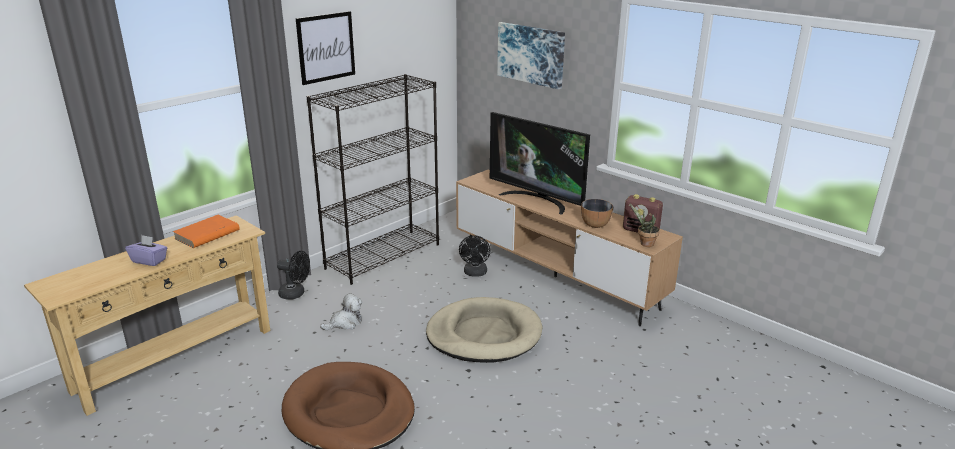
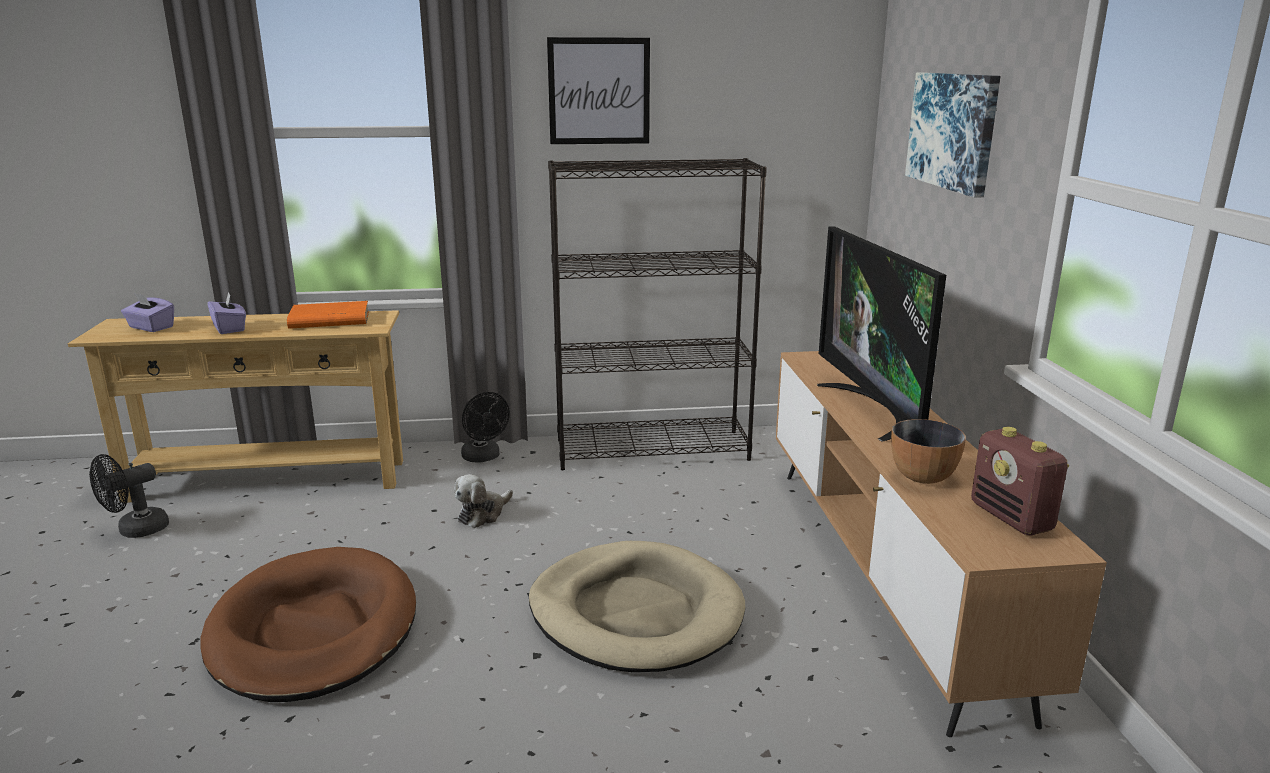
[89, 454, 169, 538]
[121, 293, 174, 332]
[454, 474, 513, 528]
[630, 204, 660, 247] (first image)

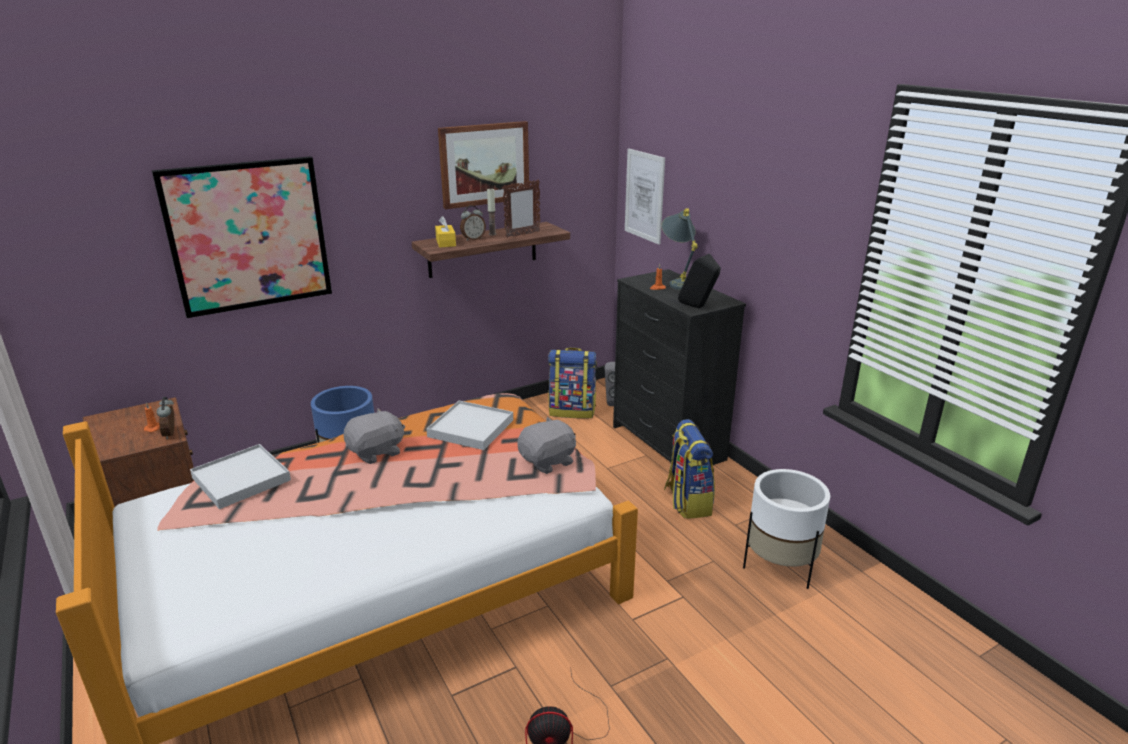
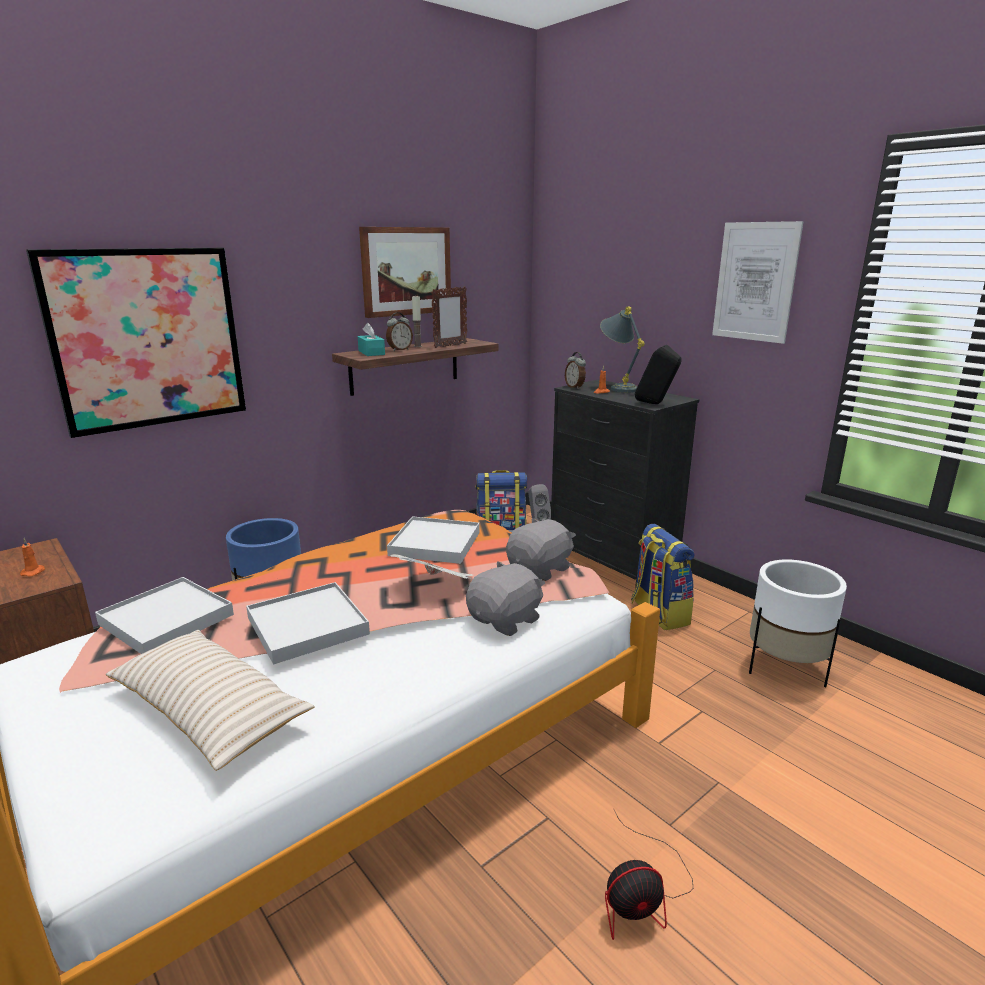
[106, 630, 314, 771]
[246, 582, 370, 665]
[358, 323, 385, 356]
[391, 554, 473, 579]
[466, 561, 545, 636]
[565, 352, 586, 389]
[712, 221, 804, 344]

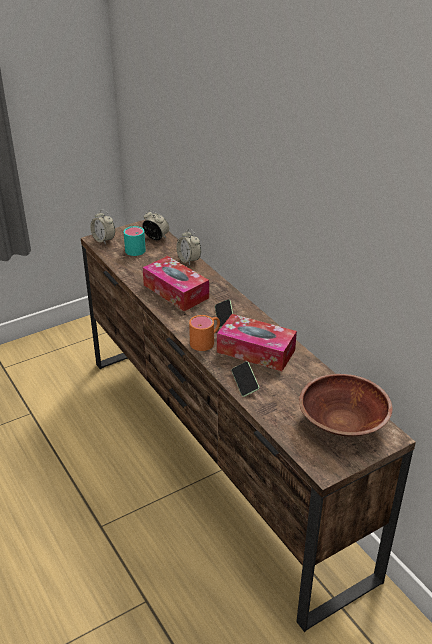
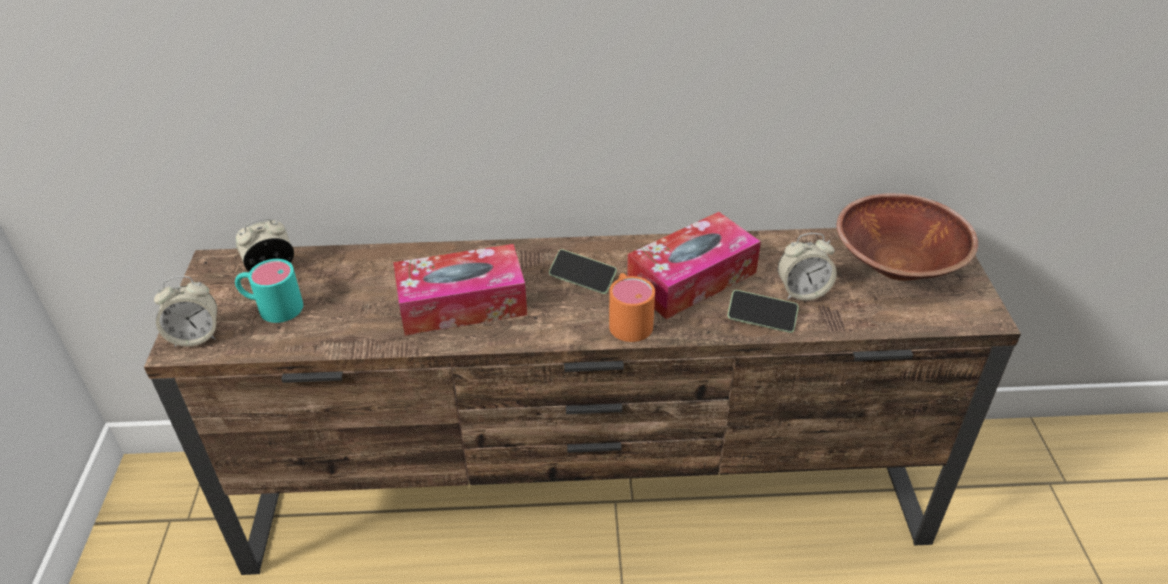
[778, 233, 837, 301]

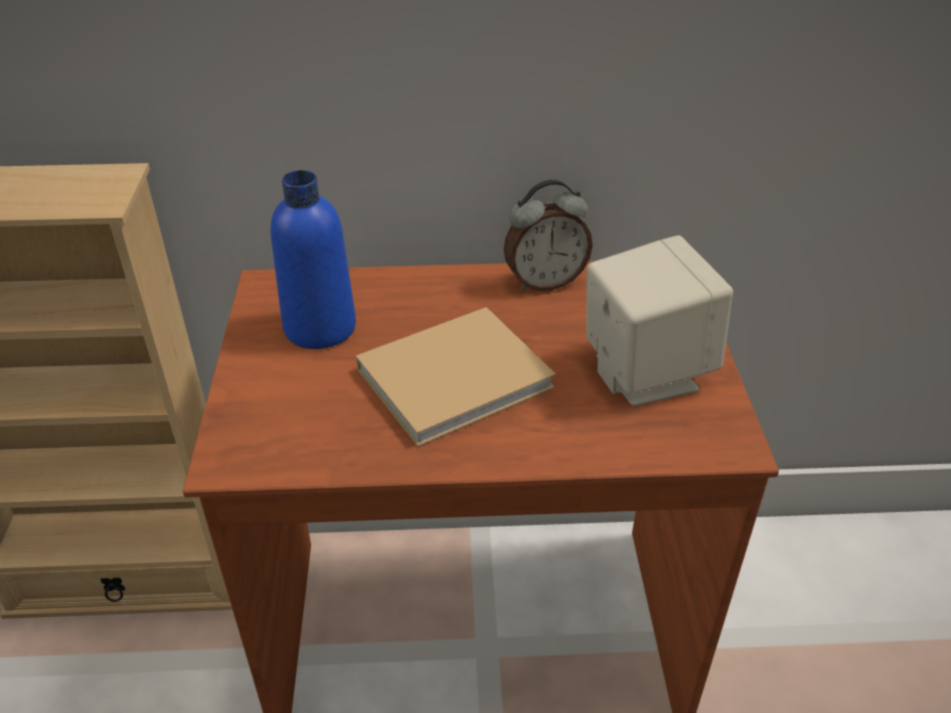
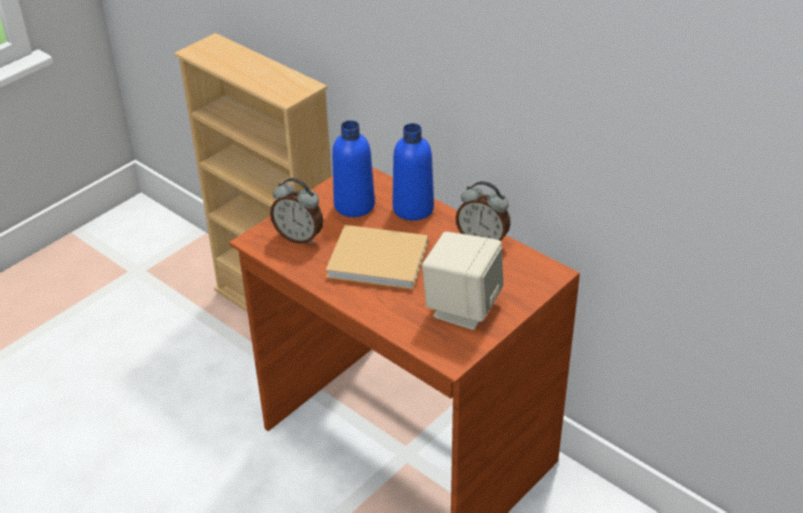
[270, 178, 324, 244]
[393, 123, 434, 221]

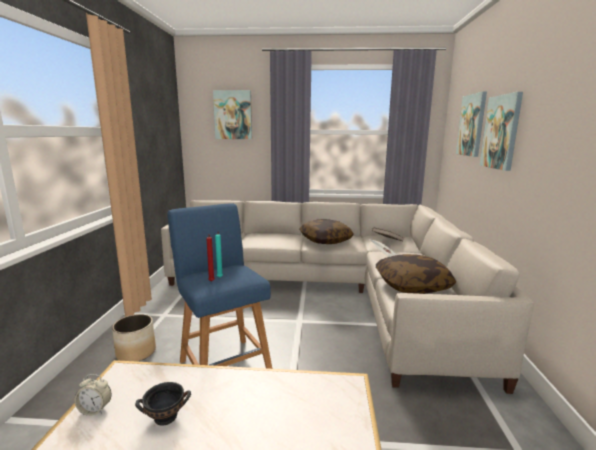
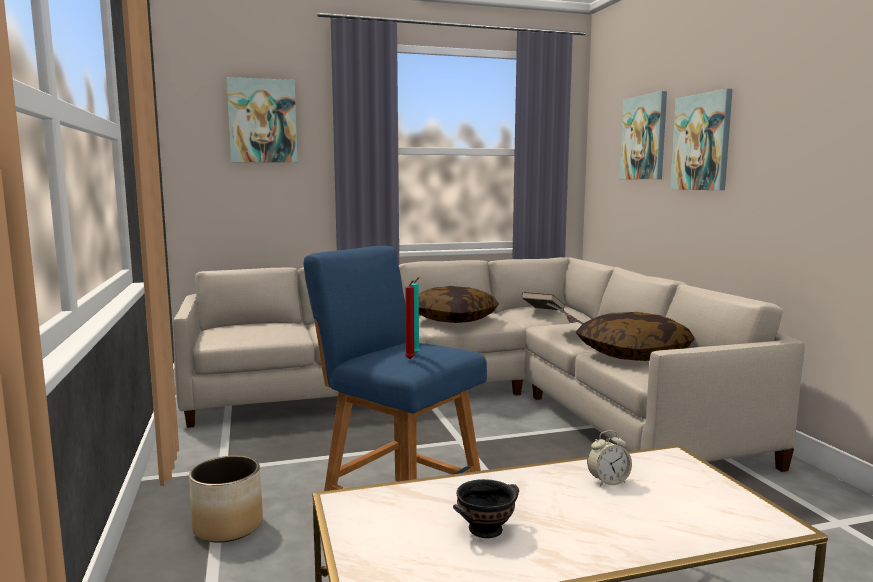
[587, 430, 632, 487]

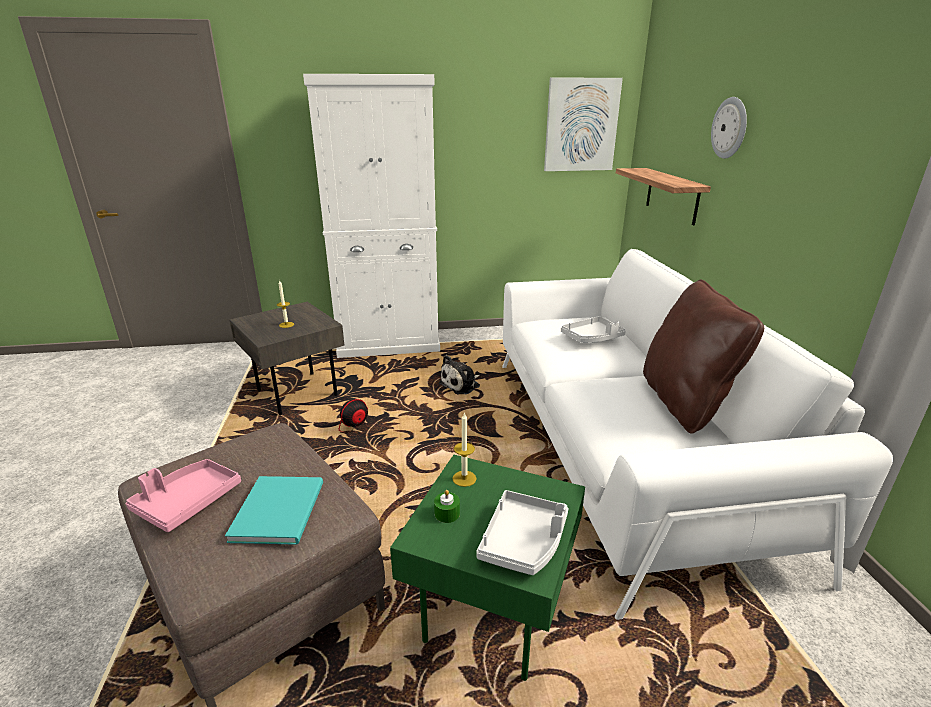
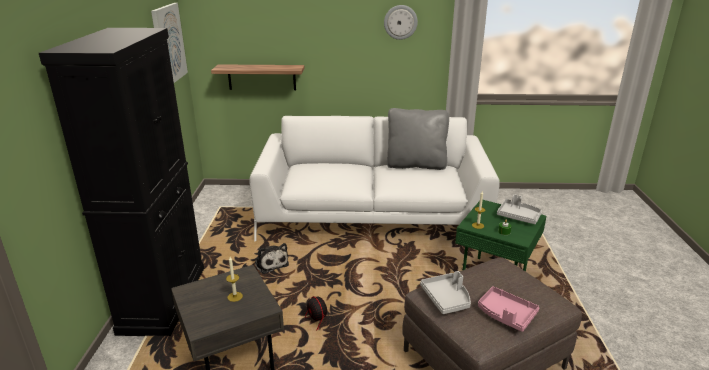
[39, 28, 204, 336]
[384, 5, 418, 40]
[387, 108, 449, 170]
[420, 271, 471, 314]
[225, 476, 323, 545] (first image)

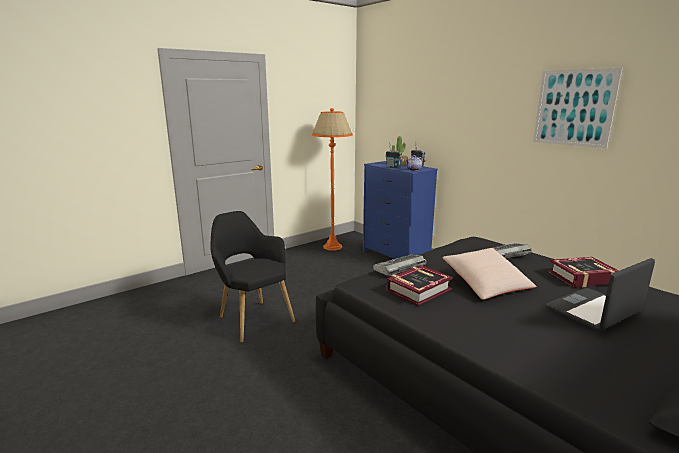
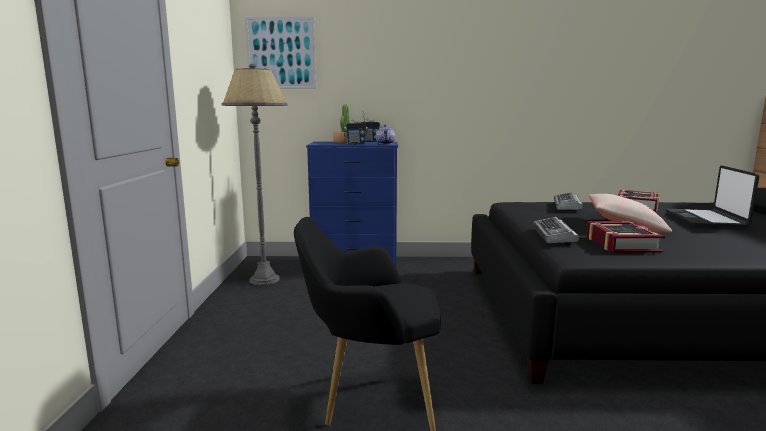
[222, 64, 288, 285]
[245, 17, 316, 89]

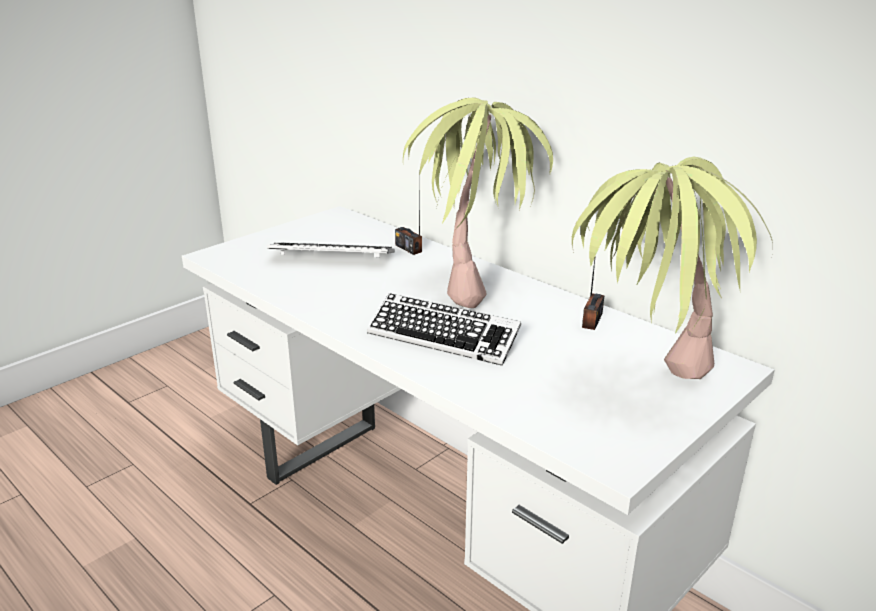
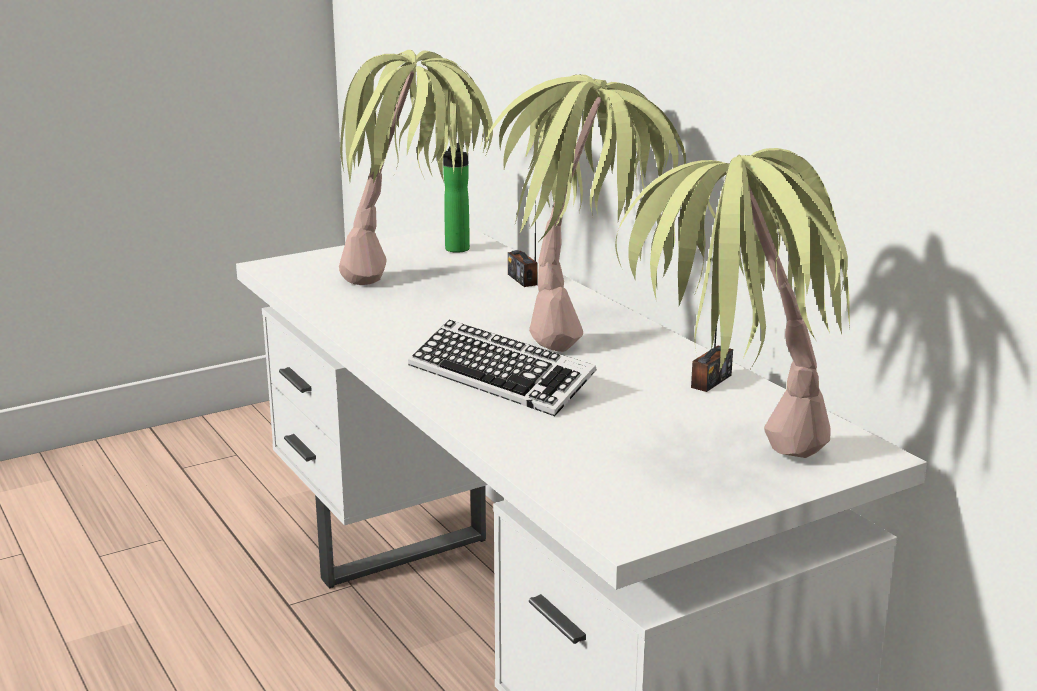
[339, 50, 493, 285]
[443, 143, 470, 253]

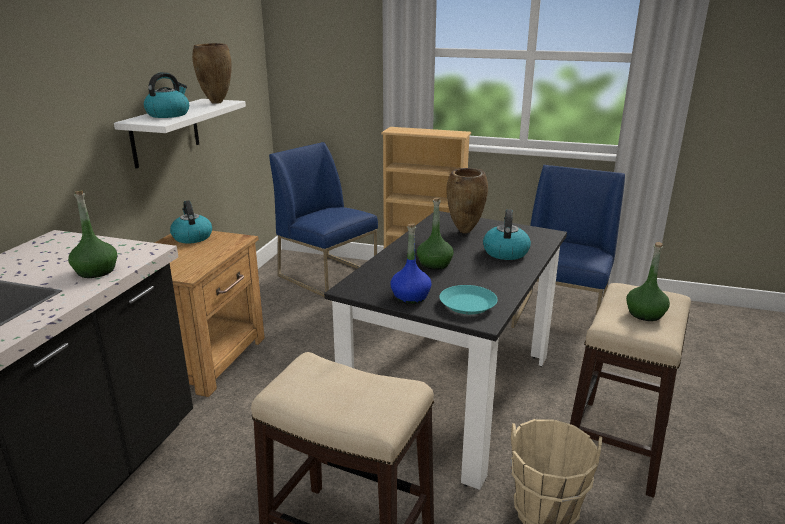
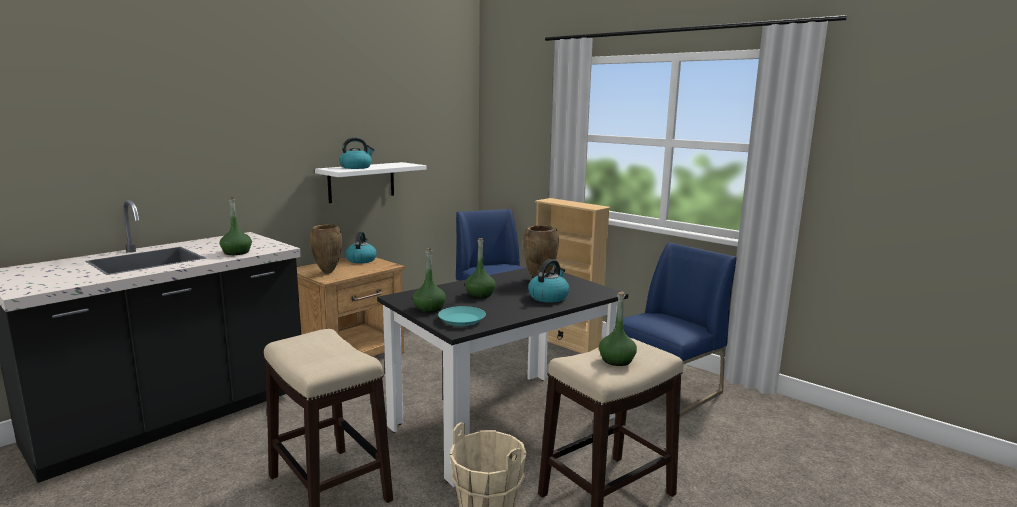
[310, 224, 342, 274]
[413, 248, 446, 313]

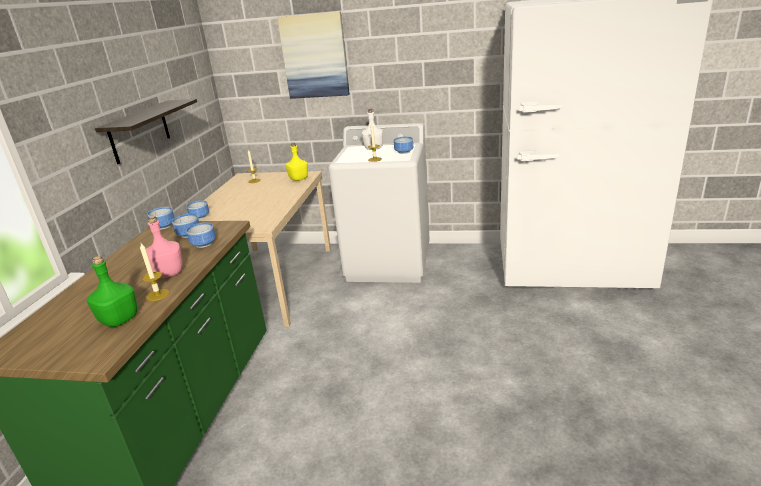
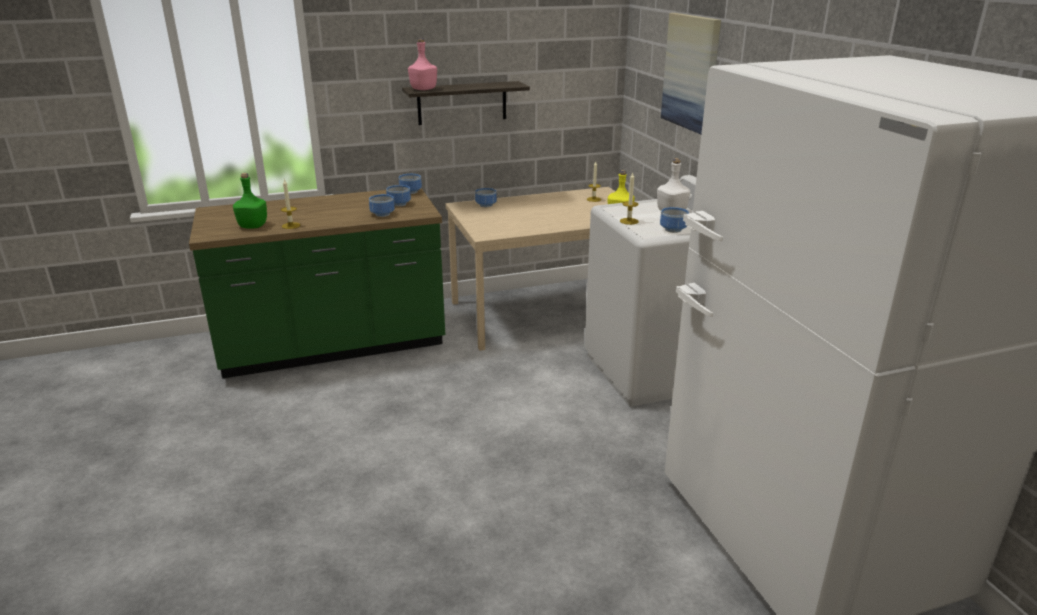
[408, 38, 437, 90]

